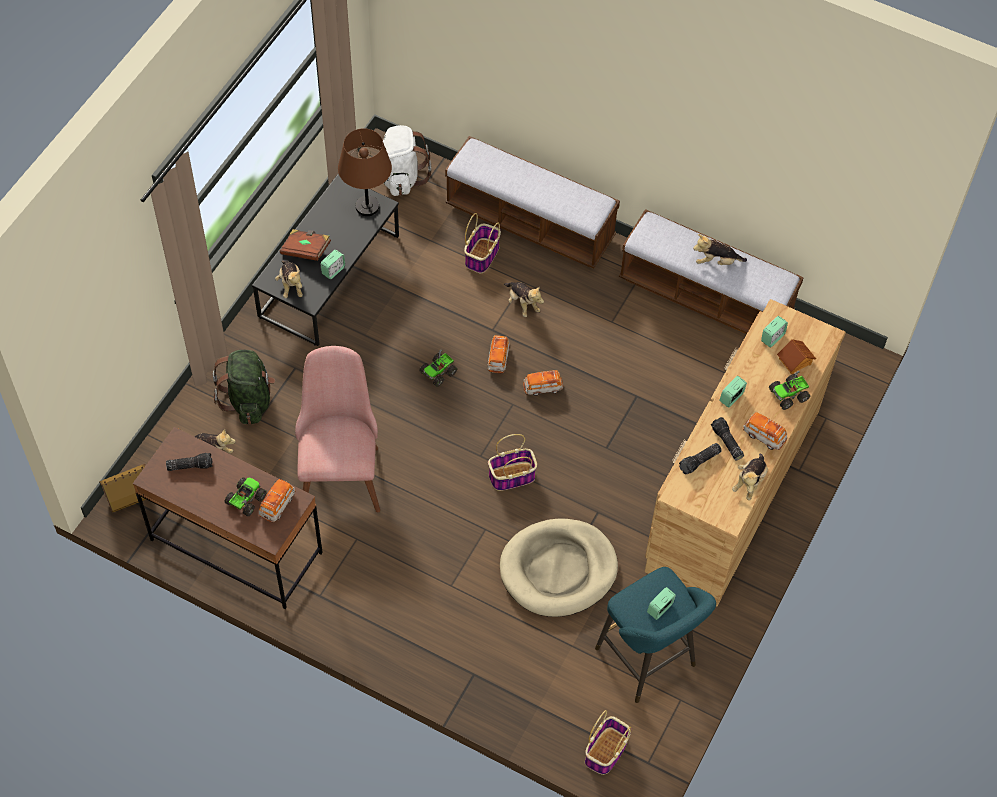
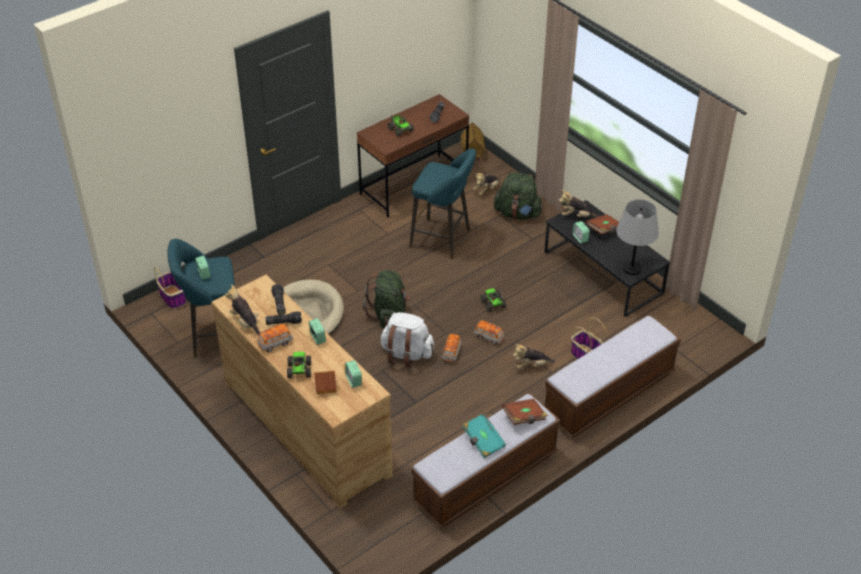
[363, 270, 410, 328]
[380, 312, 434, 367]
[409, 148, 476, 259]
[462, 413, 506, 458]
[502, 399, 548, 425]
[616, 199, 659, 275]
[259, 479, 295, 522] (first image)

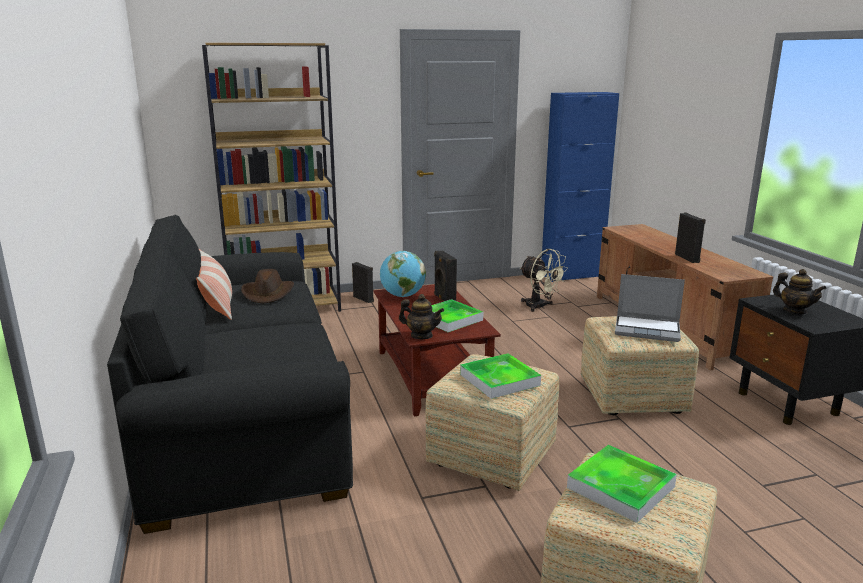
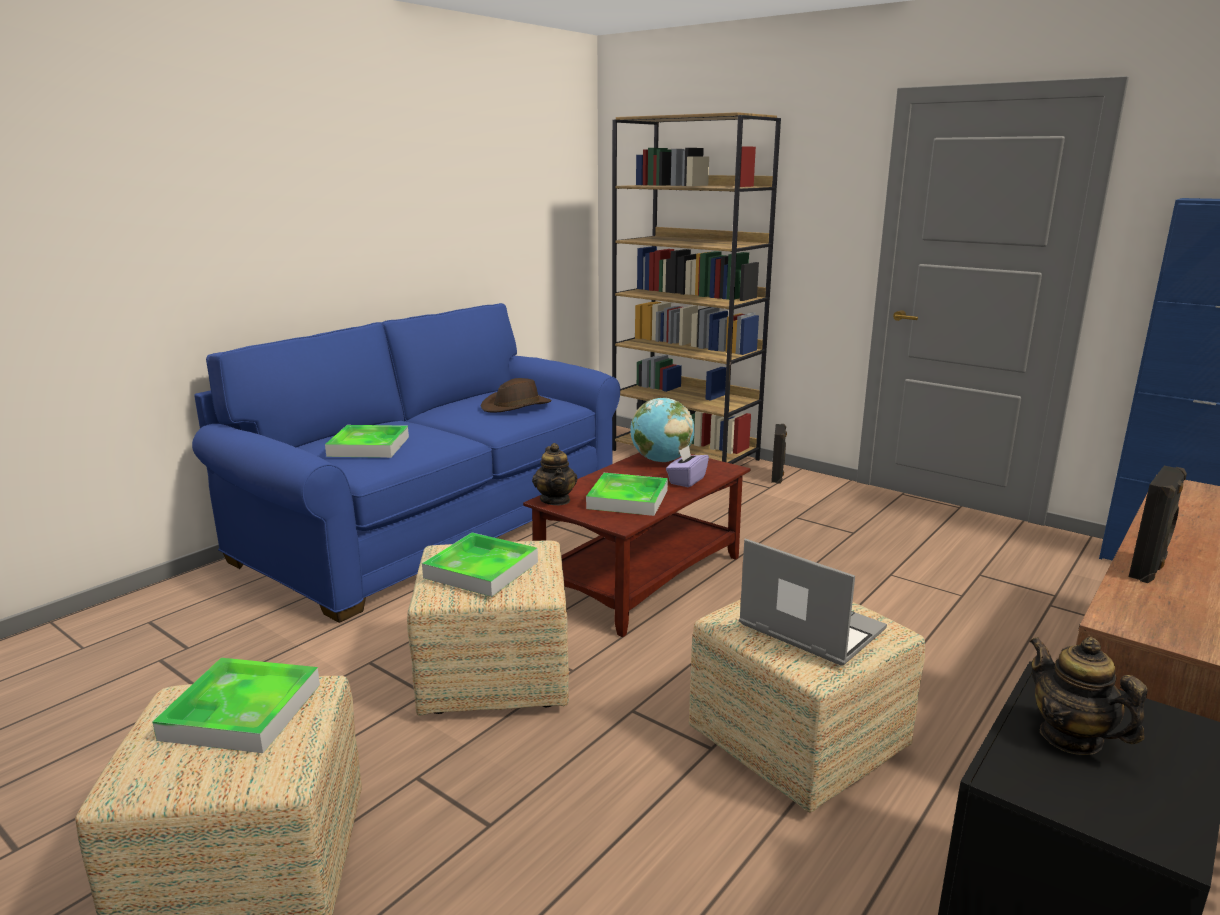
[192, 303, 620, 623]
[325, 425, 409, 458]
[666, 445, 709, 487]
[739, 539, 887, 666]
[1029, 637, 1148, 755]
[196, 249, 232, 320] (first image)
[520, 249, 568, 312] (first image)

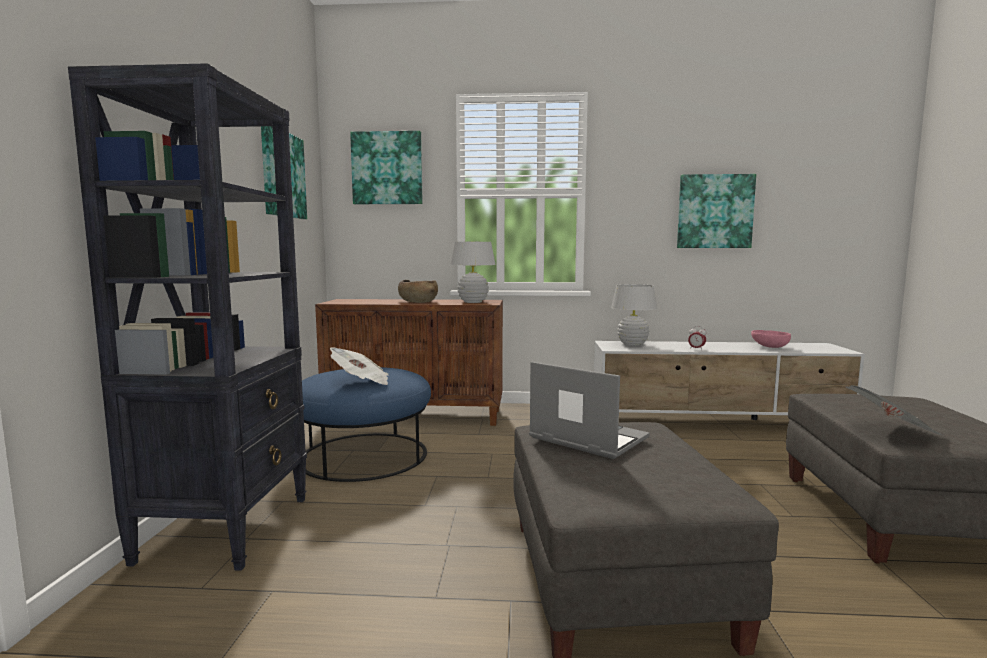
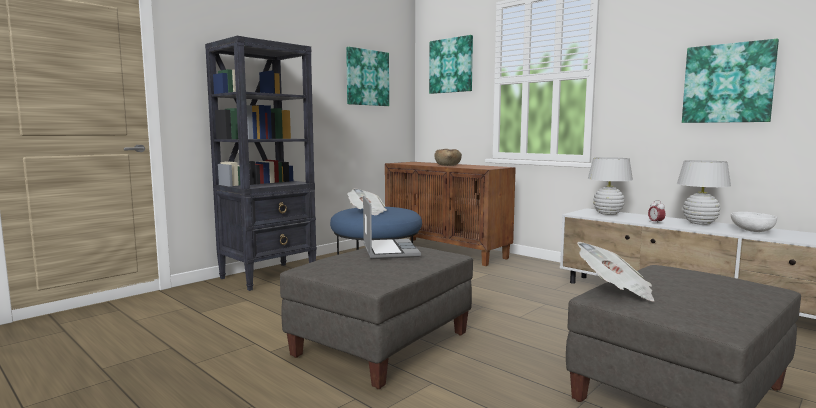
[677, 160, 731, 225]
[731, 212, 777, 232]

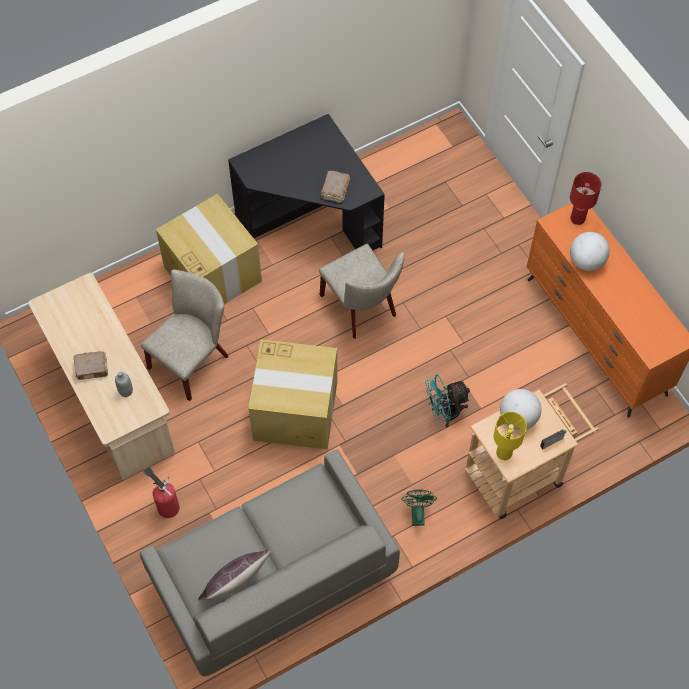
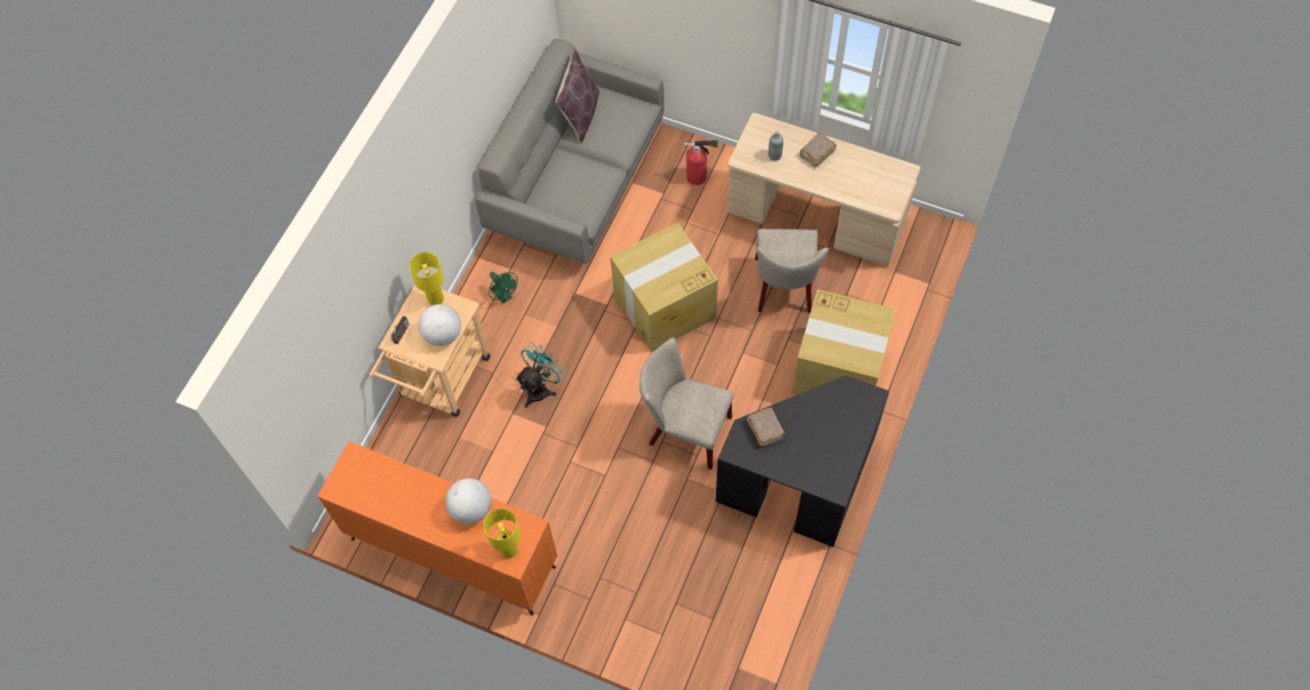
[483, 508, 520, 558]

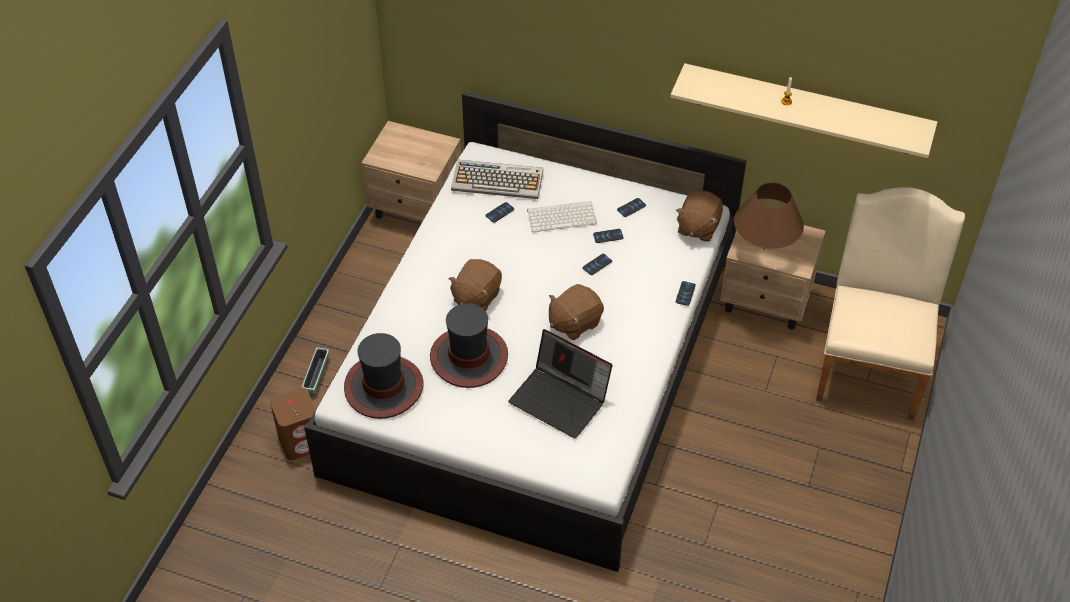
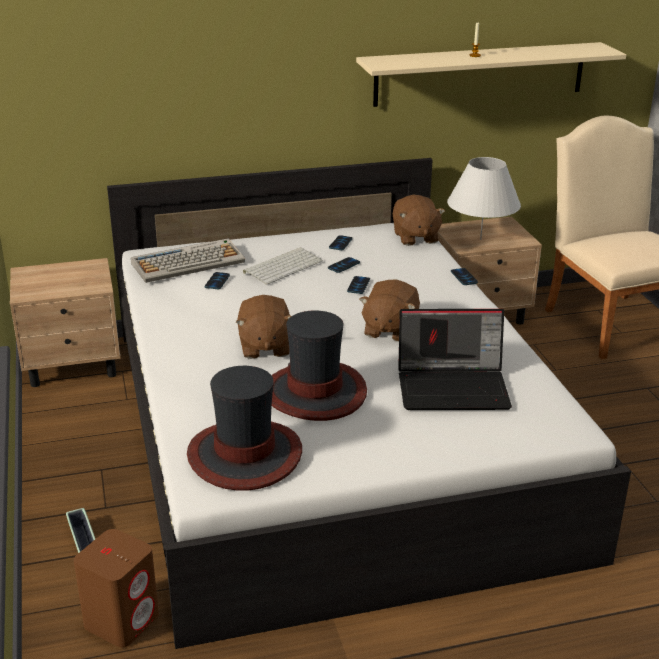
[447, 157, 521, 240]

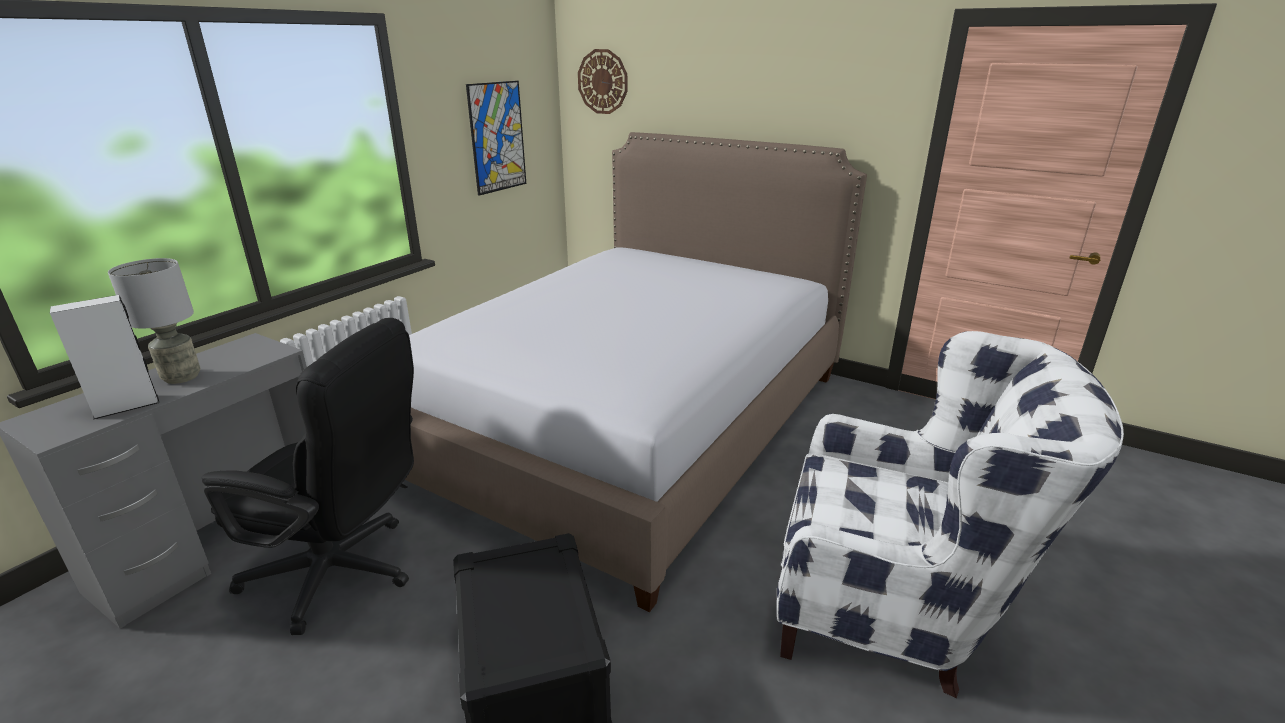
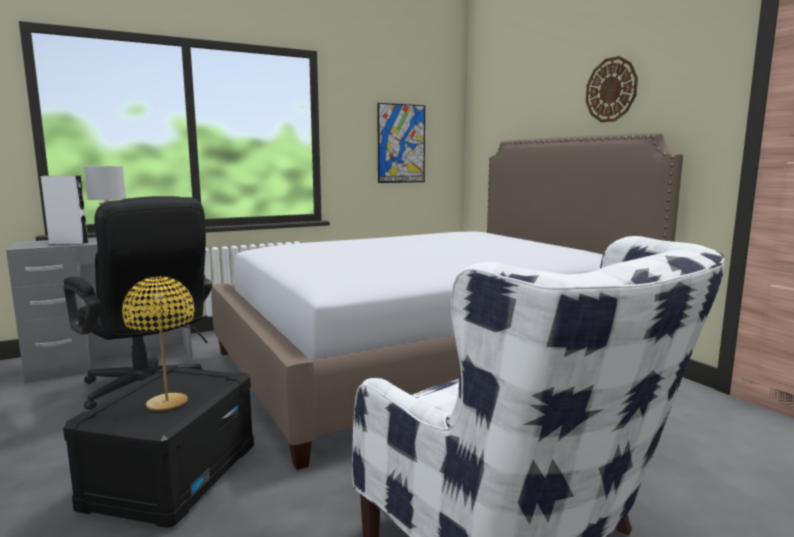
[122, 276, 194, 411]
[586, 56, 638, 122]

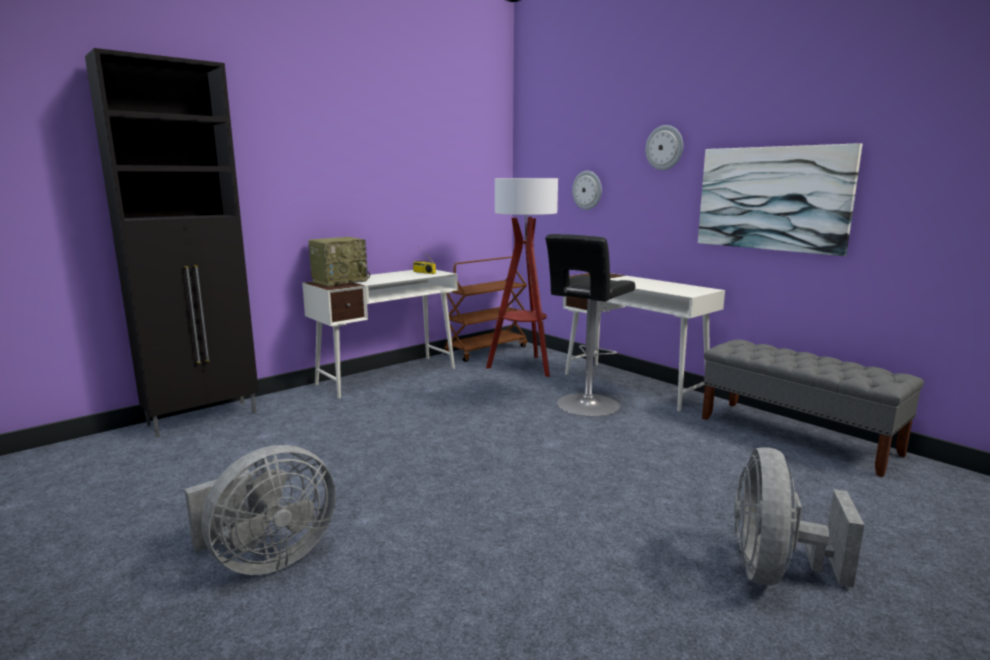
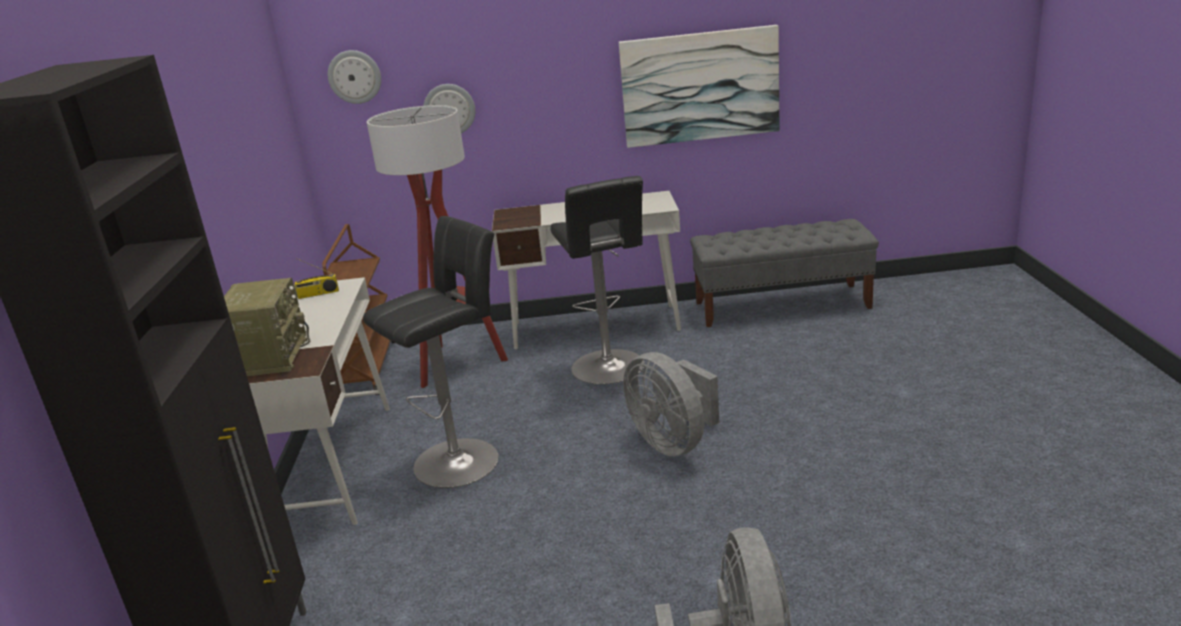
[328, 50, 381, 104]
[363, 216, 498, 488]
[623, 352, 719, 456]

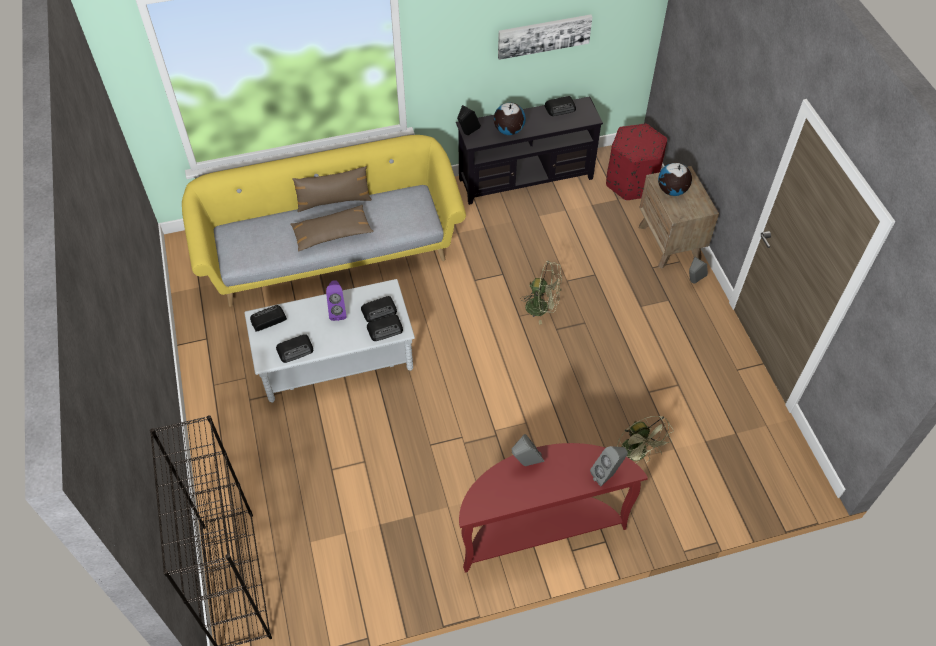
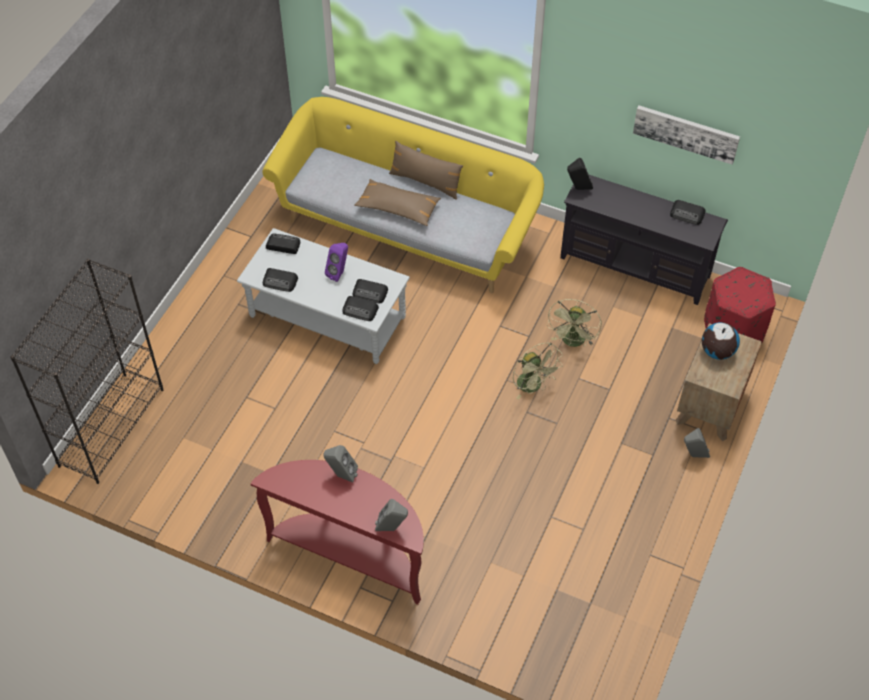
[547, 299, 602, 347]
[494, 103, 526, 135] (first image)

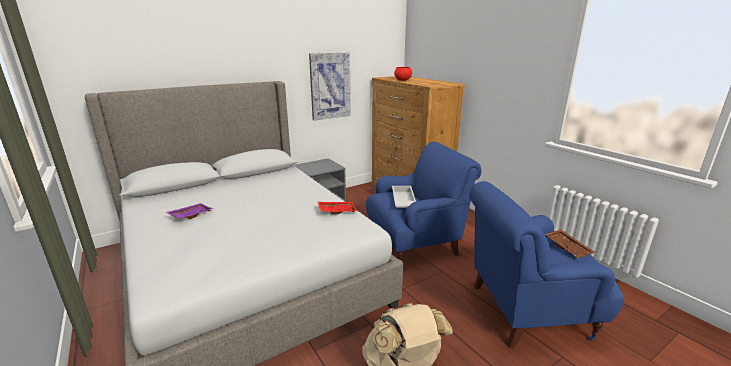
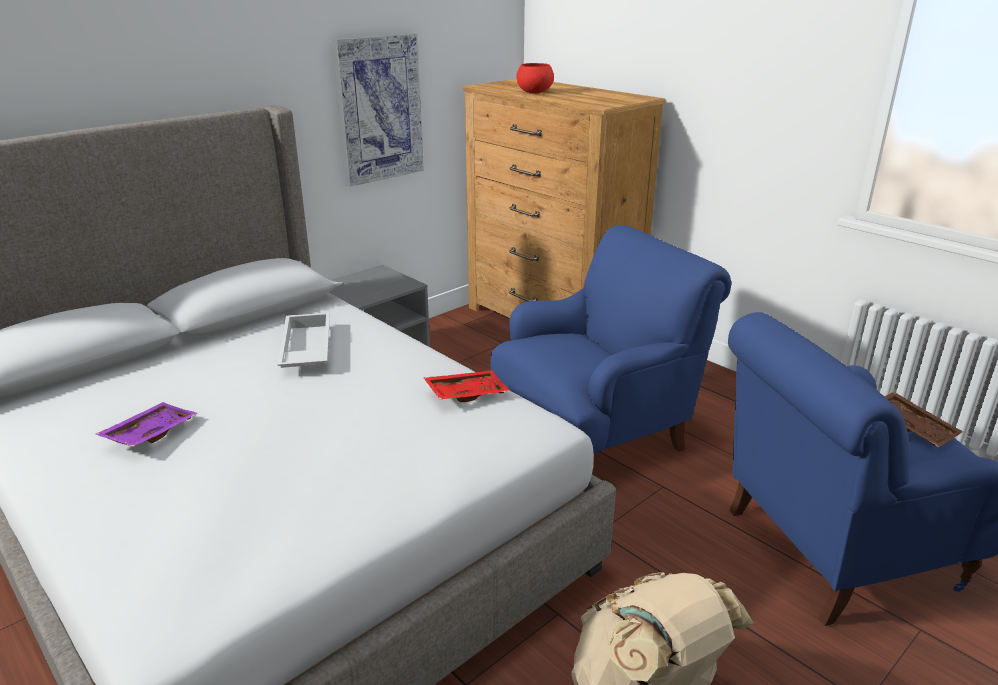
[278, 313, 330, 368]

